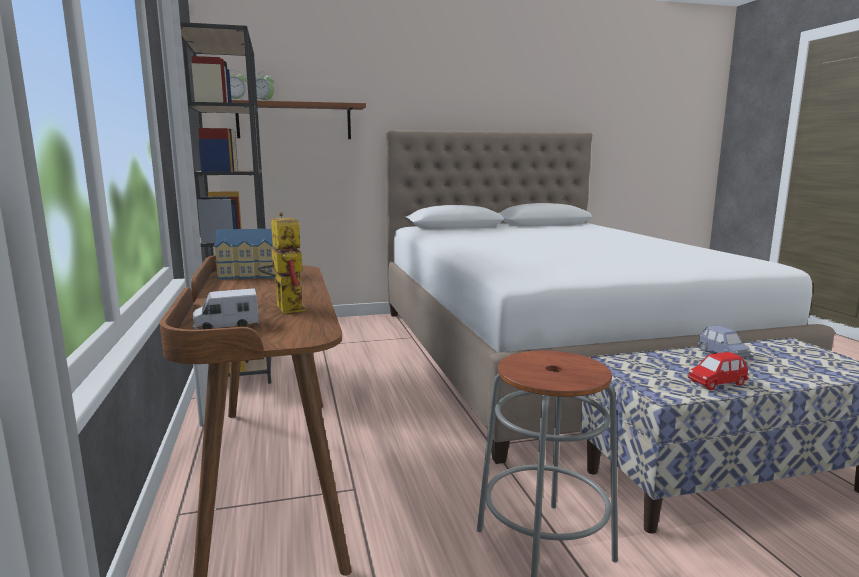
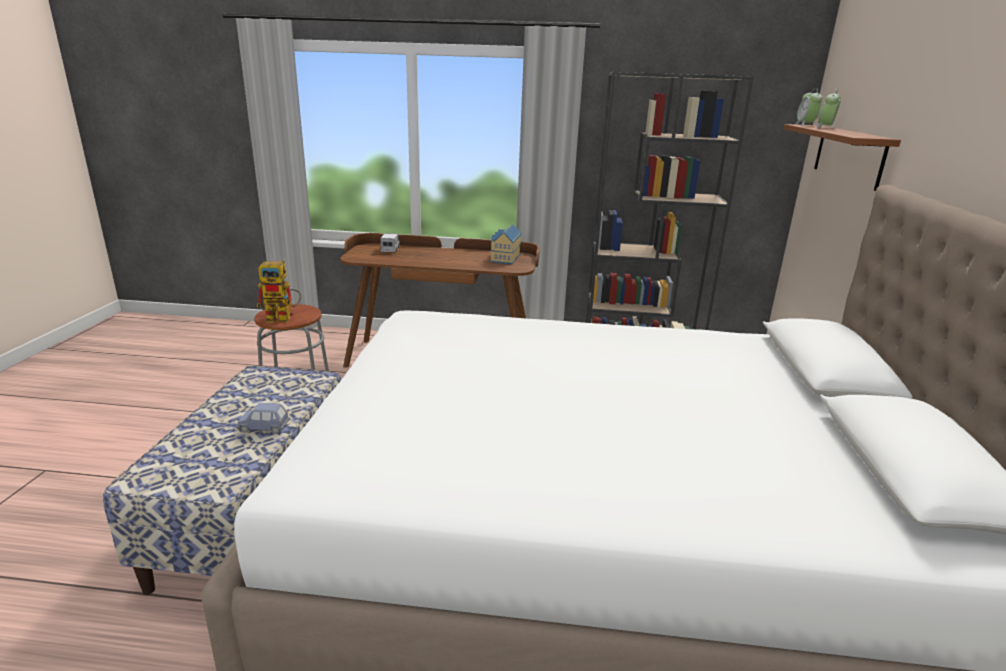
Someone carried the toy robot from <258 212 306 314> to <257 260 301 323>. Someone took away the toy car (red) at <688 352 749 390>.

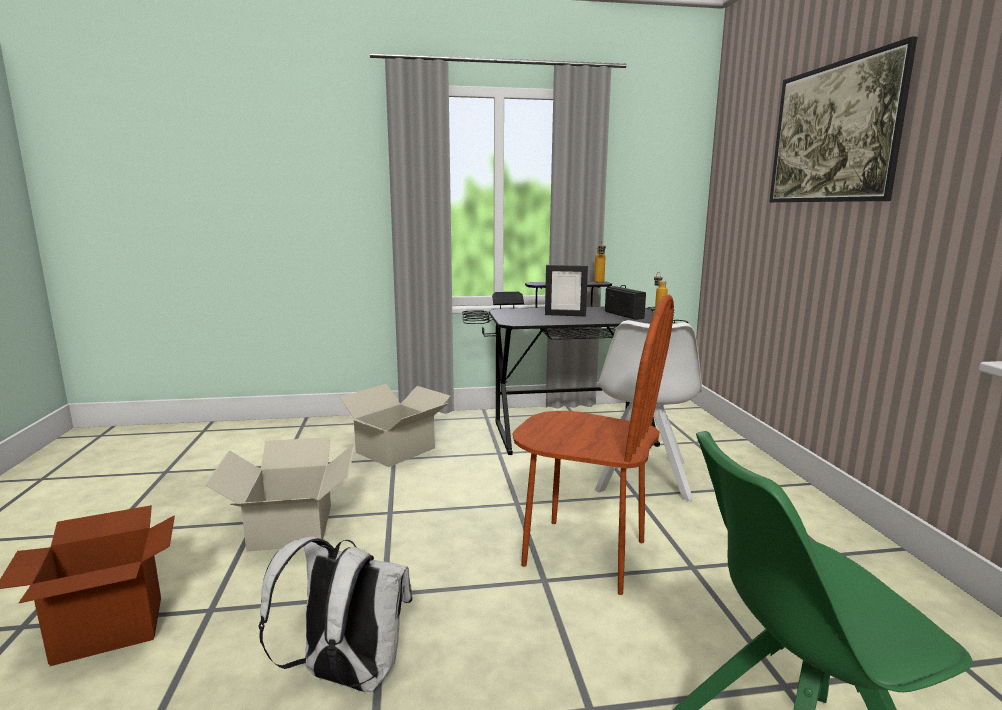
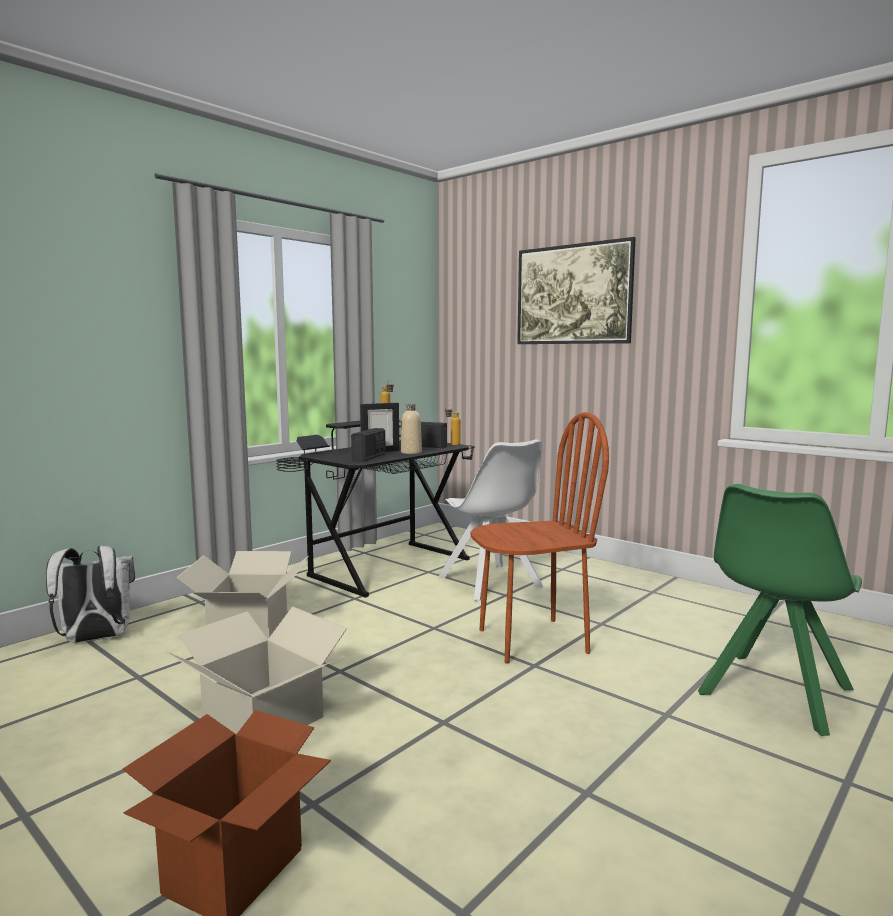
Someone carried the backpack (white) from <258 537 412 692> to <46 546 135 643>. Someone put down the radio at <351 428 386 462>. Someone put down the bottle (beige) at <401 404 422 454>.

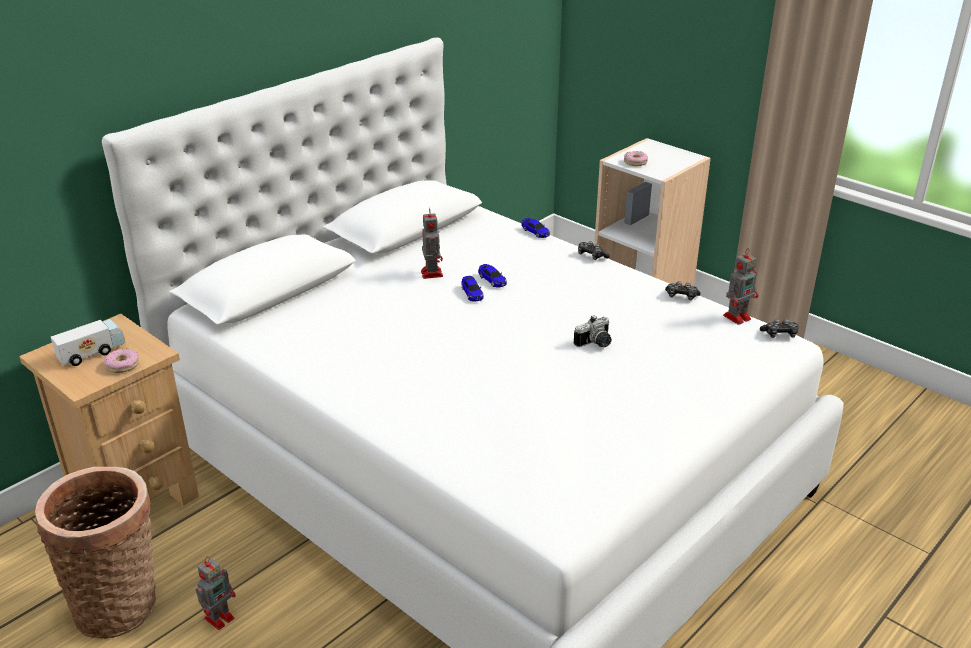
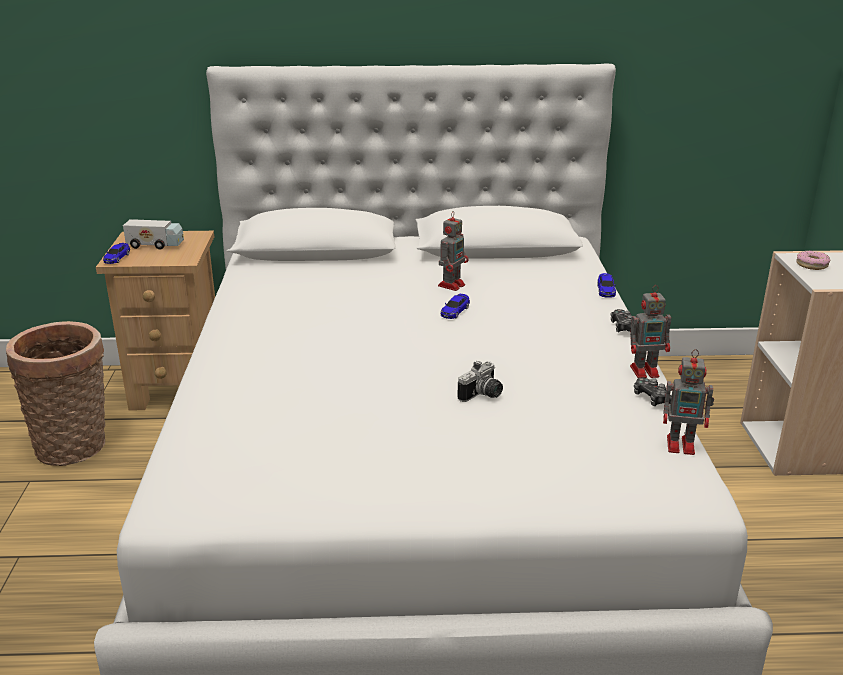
Someone carried the toy car from <478 264 507 288> to <103 243 130 264>. Someone rotated the photo camera at <574 315 612 347> by 60 degrees counterclockwise. Someone carried the toy robot from <196 557 236 630> to <630 285 671 378>. Someone took away the donut at <104 349 139 373>. Someone took away the game controller at <760 319 799 338>.

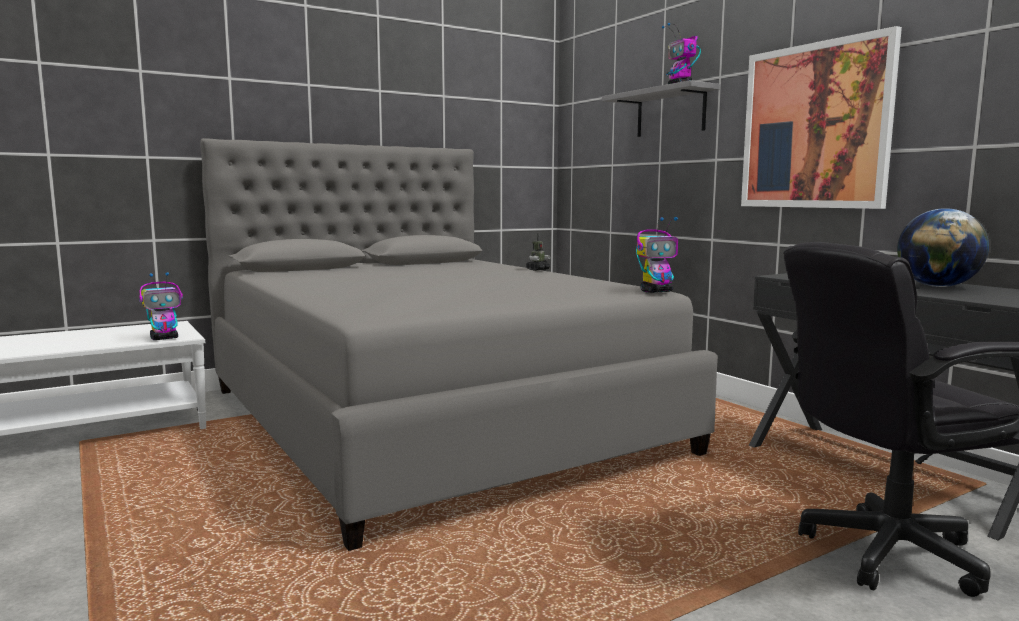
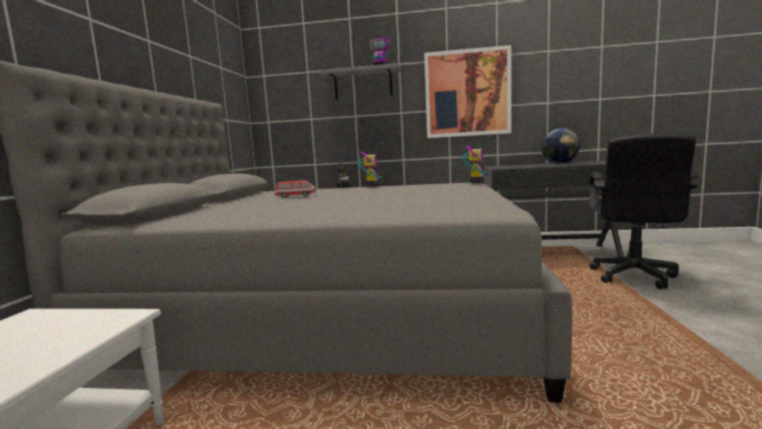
Someone put down the toy car at <275 181 316 198>. Someone carried the toy robot from <139 272 183 340> to <358 143 384 187>.

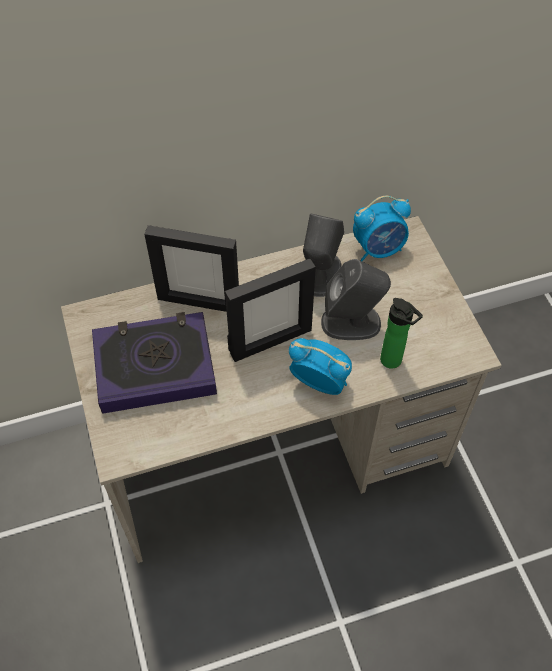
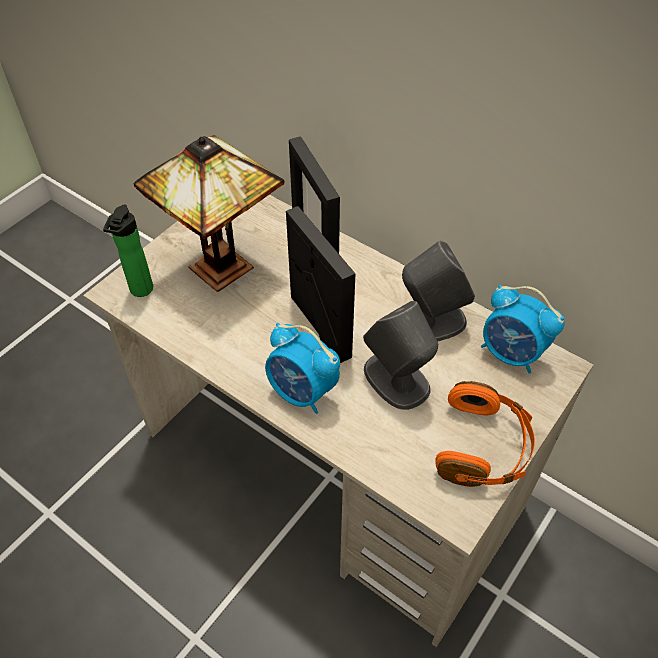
Someone carried the bottle from <380 298 423 369> to <103 204 153 297>. Someone swapped the book at <92 312 217 413> for the table lamp at <134 135 285 292>. Someone rotated the alarm clock at <289 338 352 395> by 135 degrees clockwise. Someone rotated the picture frame at <225 258 316 362> by 150 degrees counterclockwise. Someone put down the headphones (orange) at <435 381 535 487>.

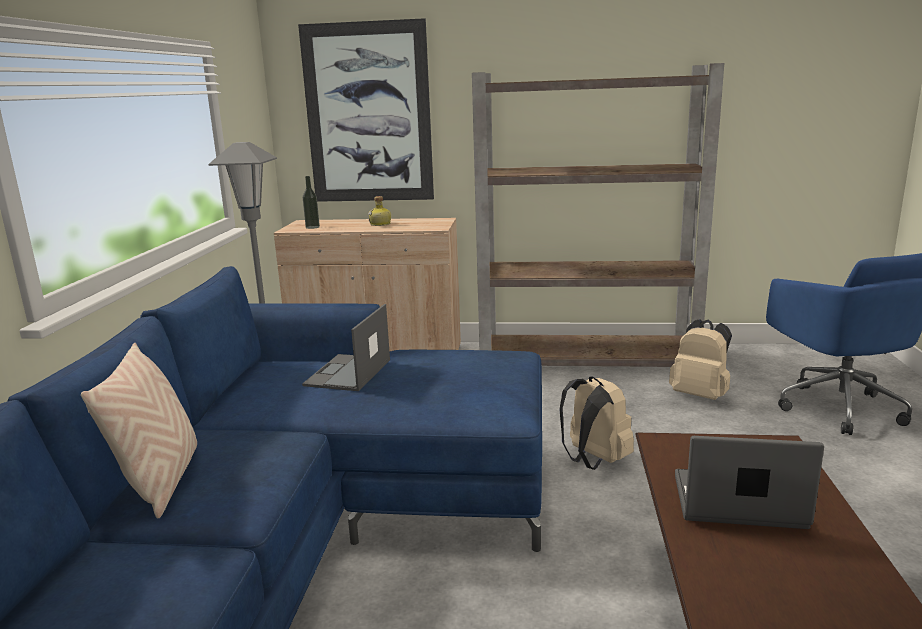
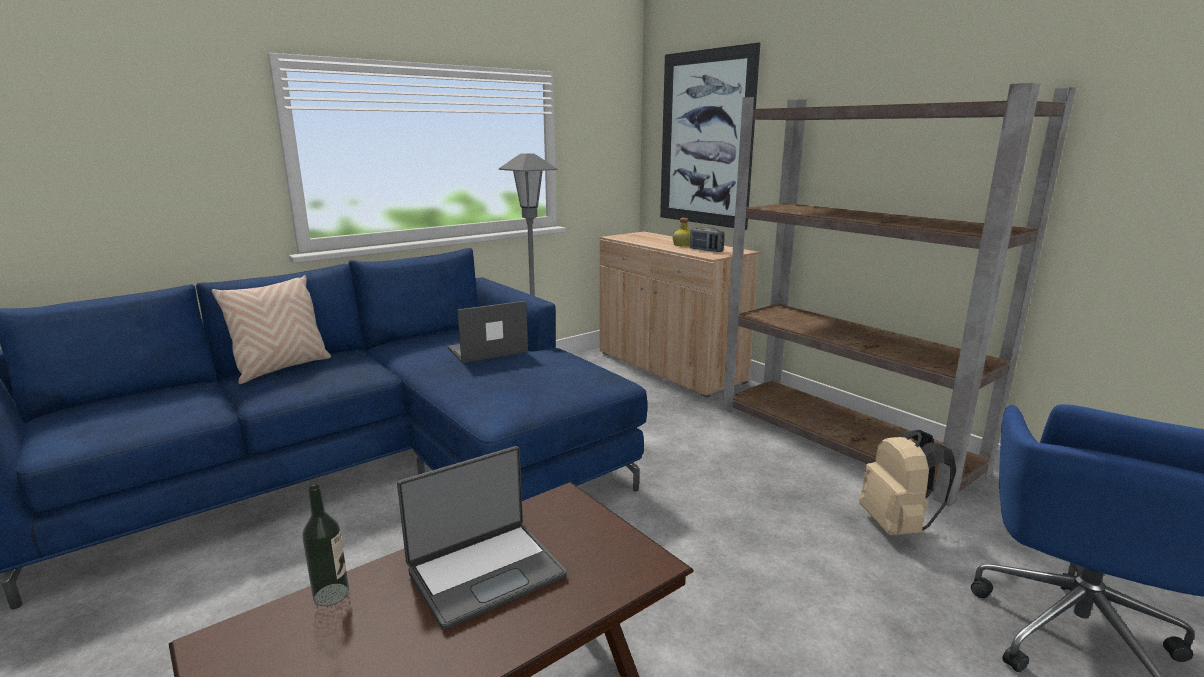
Someone carried the bottle from <303 176 320 229> to <302 485 349 606>. Someone rotated the laptop at <675 436 824 529> by 90 degrees clockwise. Someone put down the radio at <690 227 725 252>. Someone took away the backpack (beige) at <559 376 634 470>.

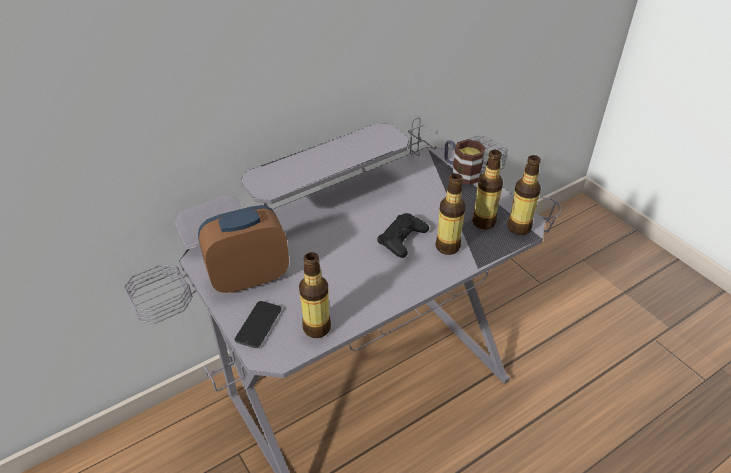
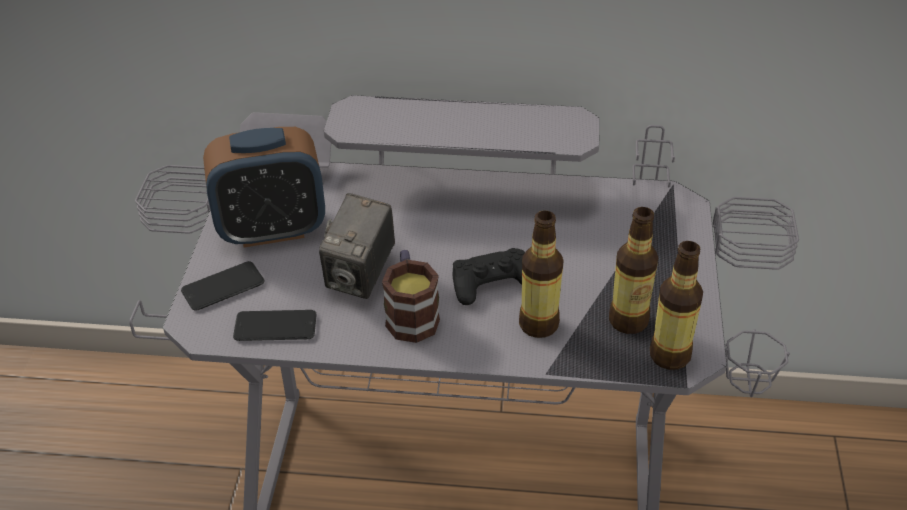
Someone rotated the alarm clock at <198 205 289 293> by 150 degrees clockwise. Someone swapped the bottle at <299 252 331 338> for the phone at <233 310 317 341>. Someone put down the photo camera at <319 193 395 299>. Someone carried the mug from <444 139 486 185> to <382 250 440 343>.

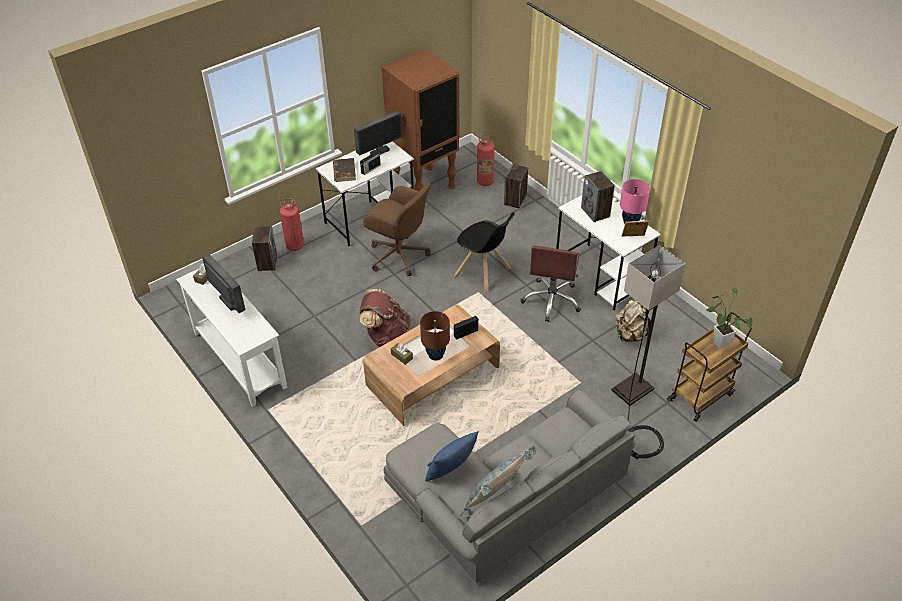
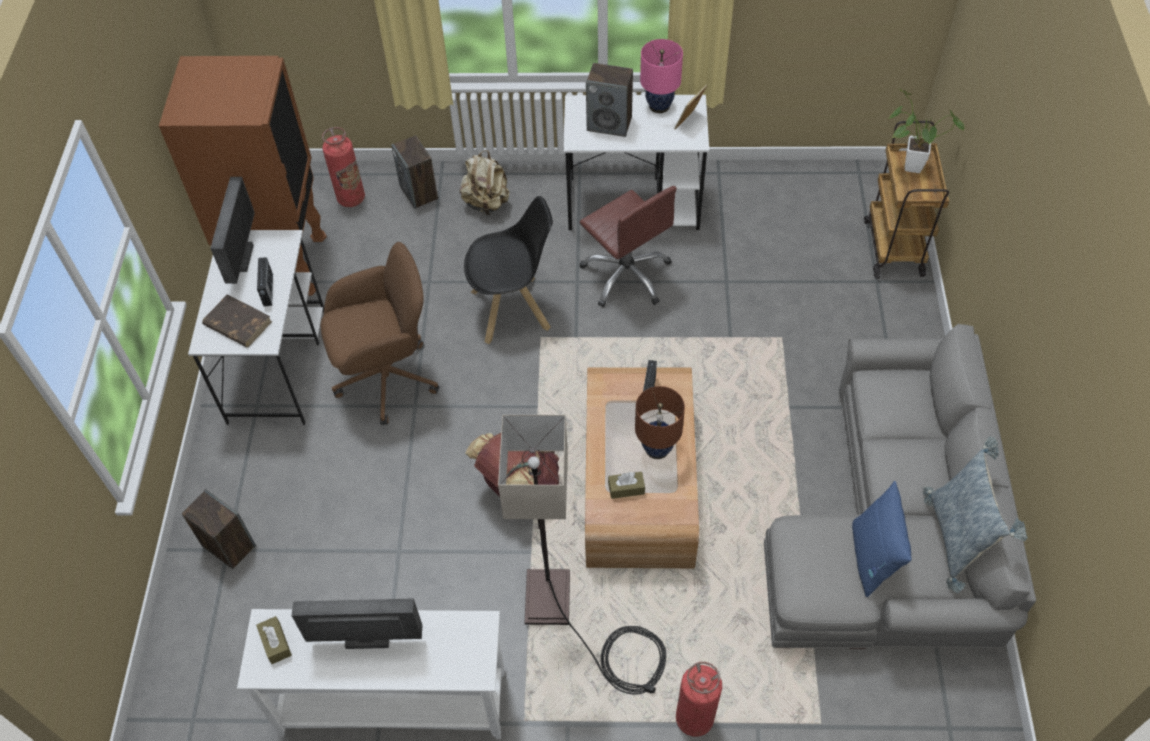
Someone carried the backpack (beige) from <616 300 651 342> to <460 150 510 215>. Someone carried the floor lamp from <611 245 685 460> to <498 415 666 694>. Someone carried the fire extinguisher from <280 198 304 251> to <676 662 722 737>.

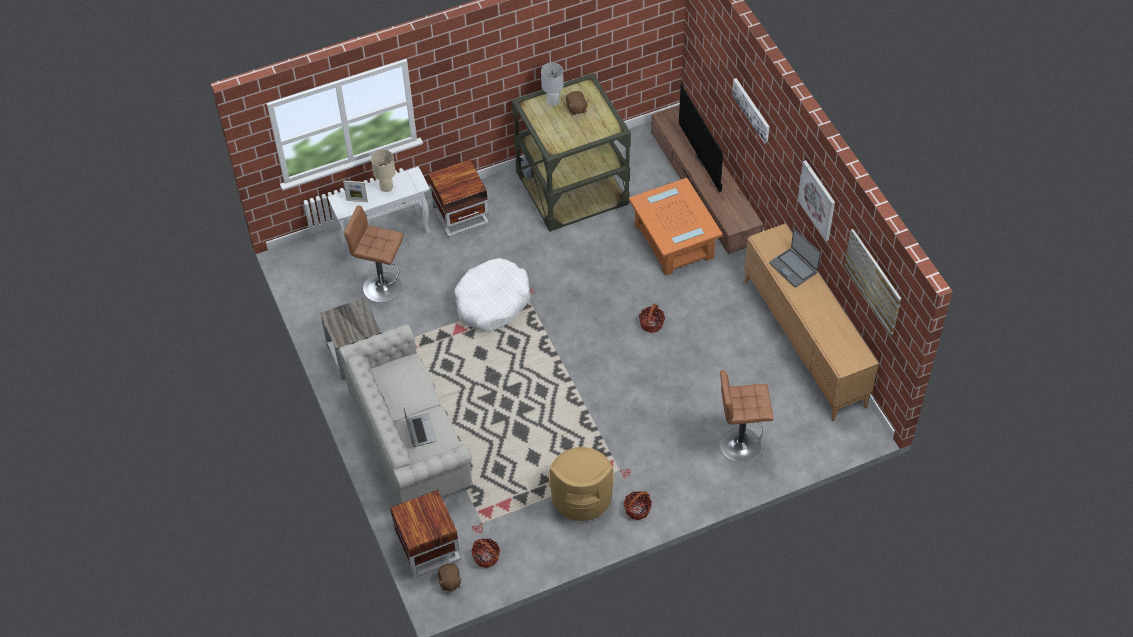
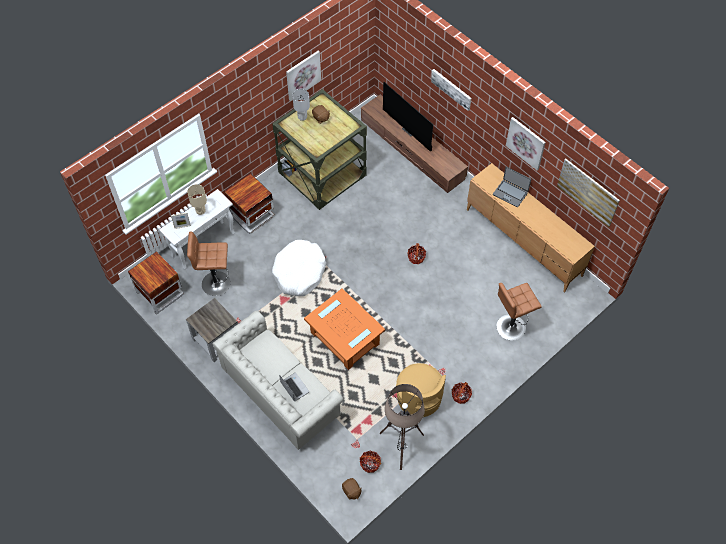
Someone carried the nightstand from <390 490 461 579> to <128 251 184 314>. Someone put up the picture at <286 51 321 101>. Someone carried the coffee table (orange) from <629 178 723 276> to <304 288 385 370>. Someone put down the floor lamp at <379 384 425 470>.

